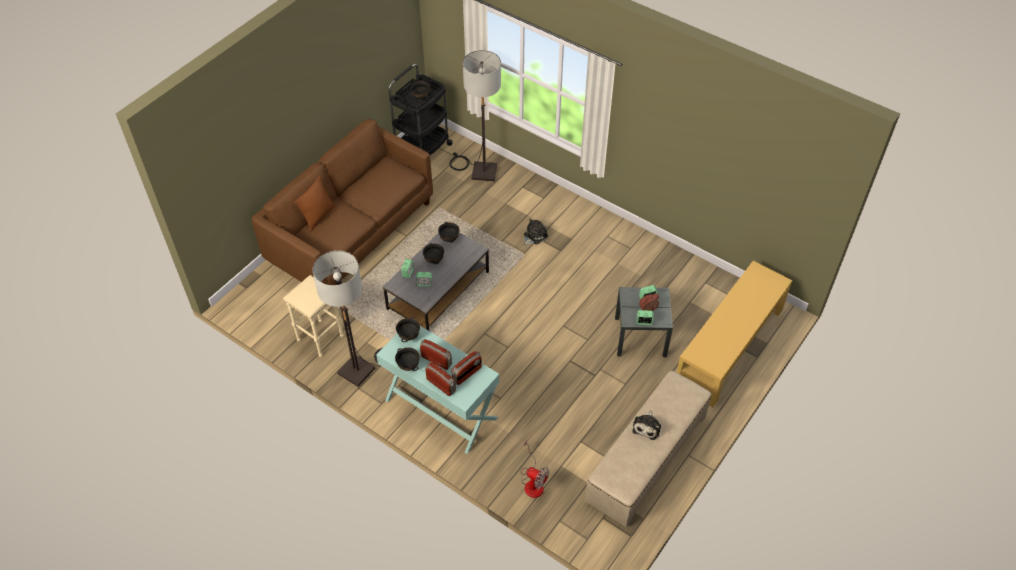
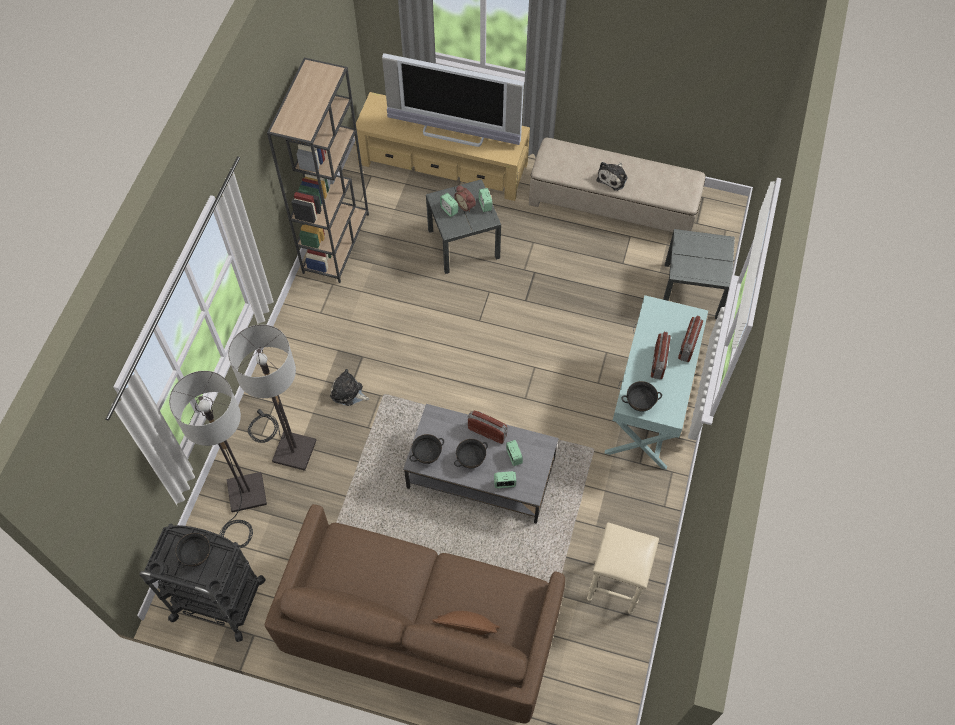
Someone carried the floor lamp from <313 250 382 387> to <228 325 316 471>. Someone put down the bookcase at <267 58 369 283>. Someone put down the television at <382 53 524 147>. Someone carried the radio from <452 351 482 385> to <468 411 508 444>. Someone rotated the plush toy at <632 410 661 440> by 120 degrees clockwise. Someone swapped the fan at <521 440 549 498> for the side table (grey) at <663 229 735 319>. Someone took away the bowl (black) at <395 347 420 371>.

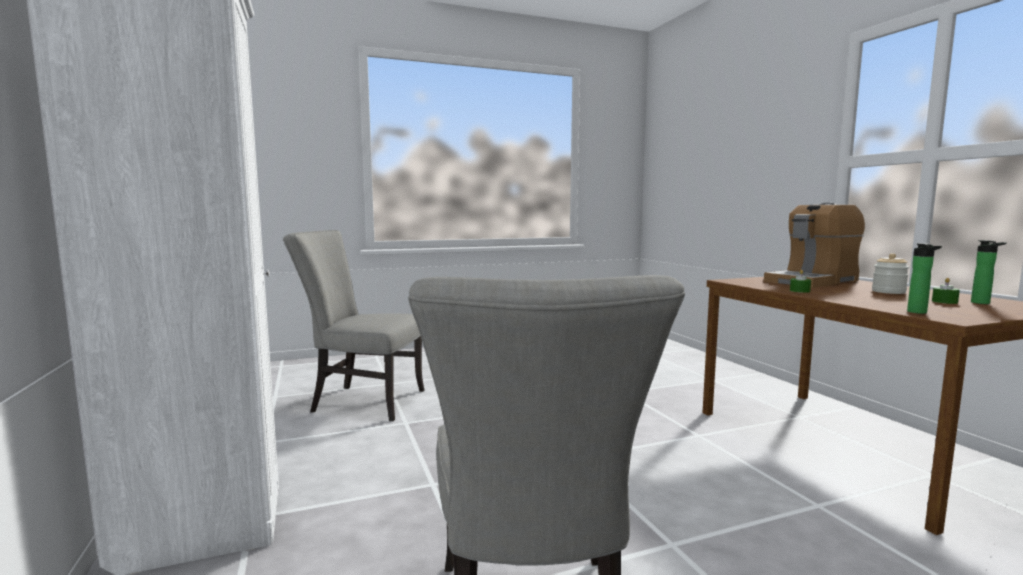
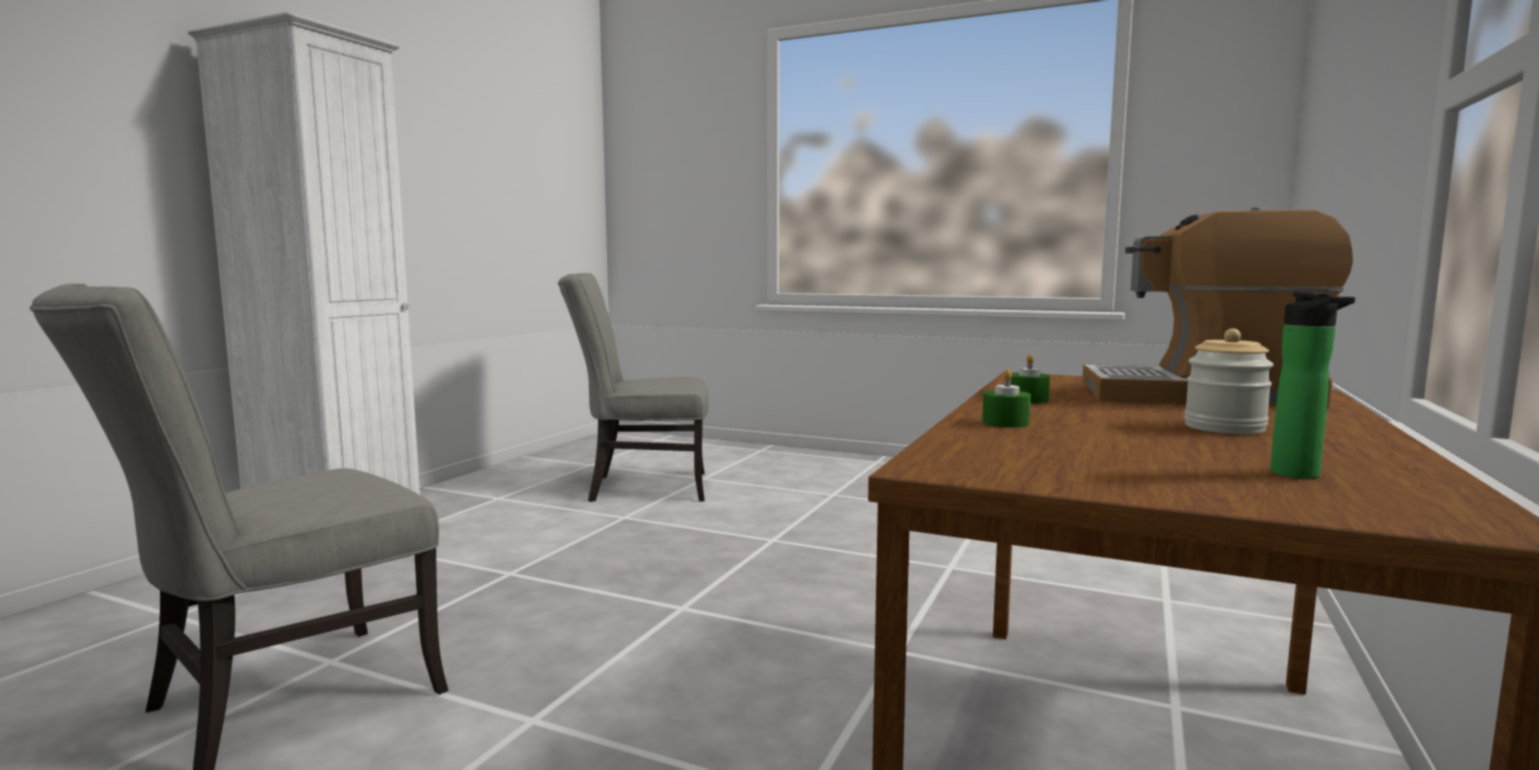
Someone rotated the chair (grey) at <283 230 425 421> by 60 degrees counterclockwise. Someone carried the candle (green) from <932 278 960 304> to <982 369 1031 428>. Someone took away the bottle at <907 243 942 314>.

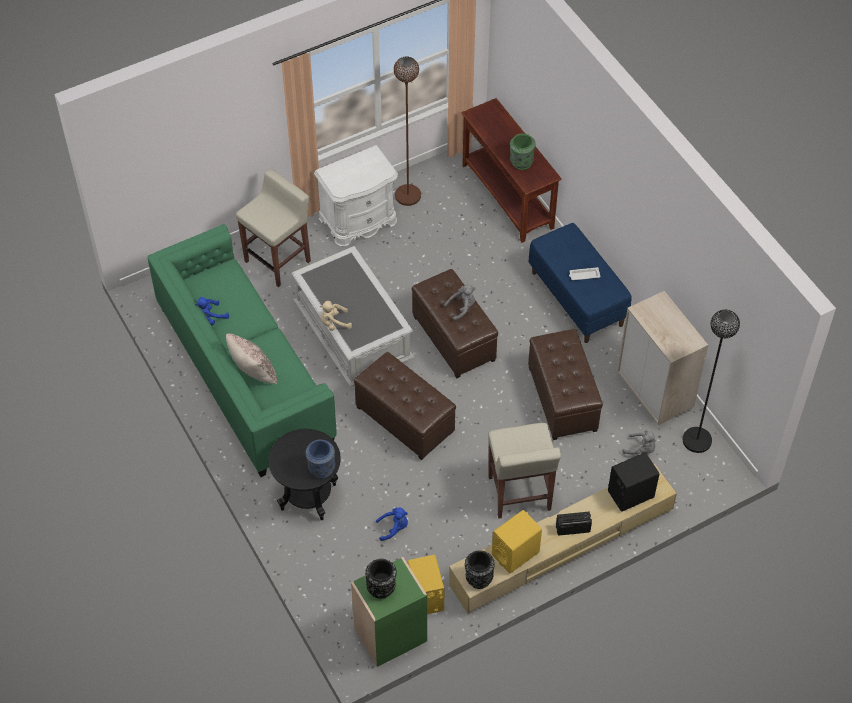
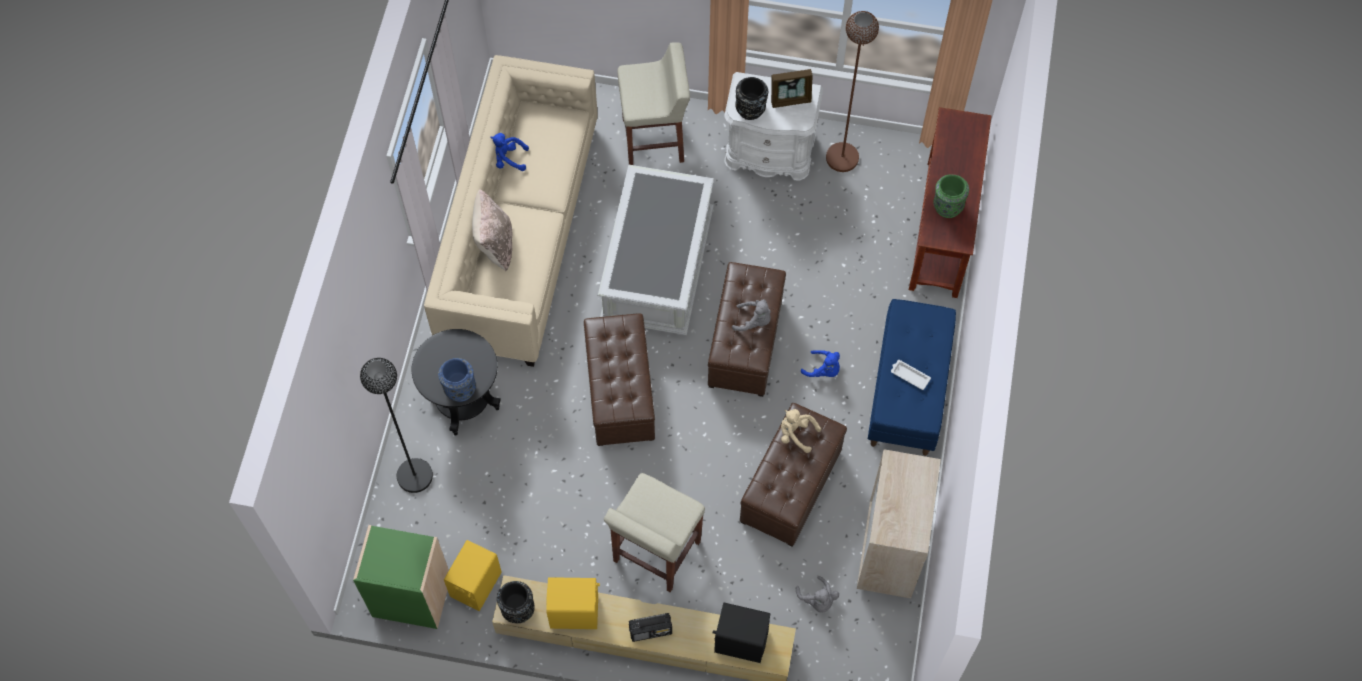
Someone carried the floor lamp (black) from <683 310 740 453> to <360 358 433 493>. Someone repainted the sofa (green) at <147 224 337 477>, which became the sofa (beige) at <424 55 598 367>. Someone rotated the radio at <556 512 592 536> by 135 degrees clockwise. Someone carried the vase (black) from <365 559 397 599> to <735 77 768 120>. Someone put down the picture frame at <771 69 813 108>. Someone carried the plush toy (beige) from <320 301 352 331> to <781 409 821 453>. Someone carried the plush toy (blue) from <376 508 408 541> to <801 350 840 377>.

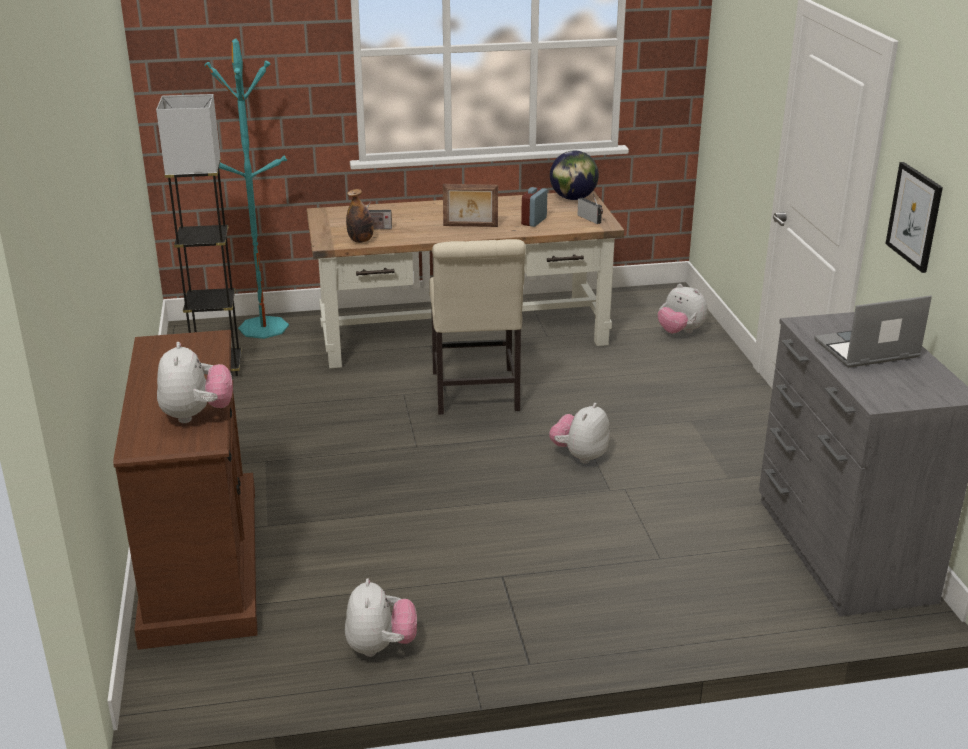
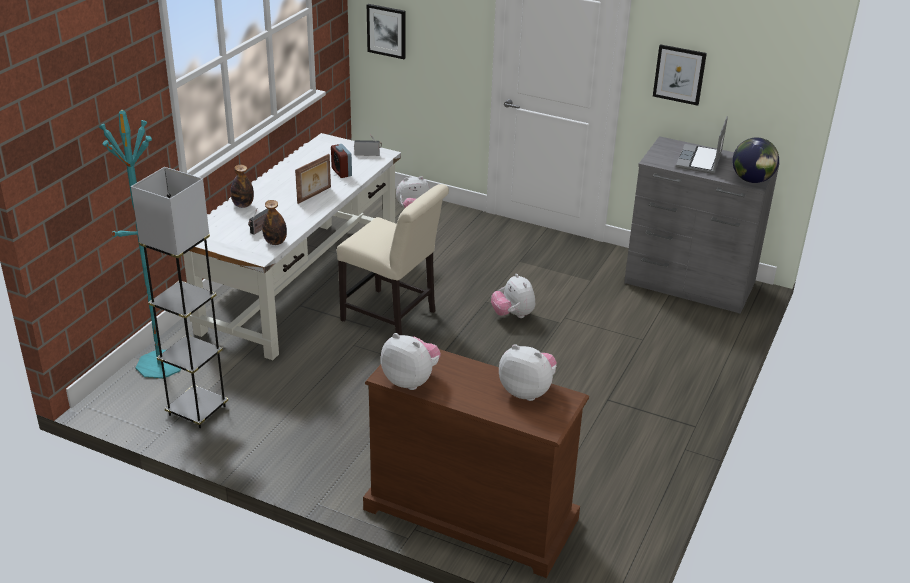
Someone repainted the desk (brown) at <307 191 624 368>, which became the desk (white) at <183 133 401 360>. Someone put down the bottle at <231 165 254 208>. Someone put up the picture at <367 4 406 59>. Someone carried the plush toy from <345 579 417 657> to <381 333 441 390>. Someone carried the globe from <550 151 599 200> to <732 137 779 183>.

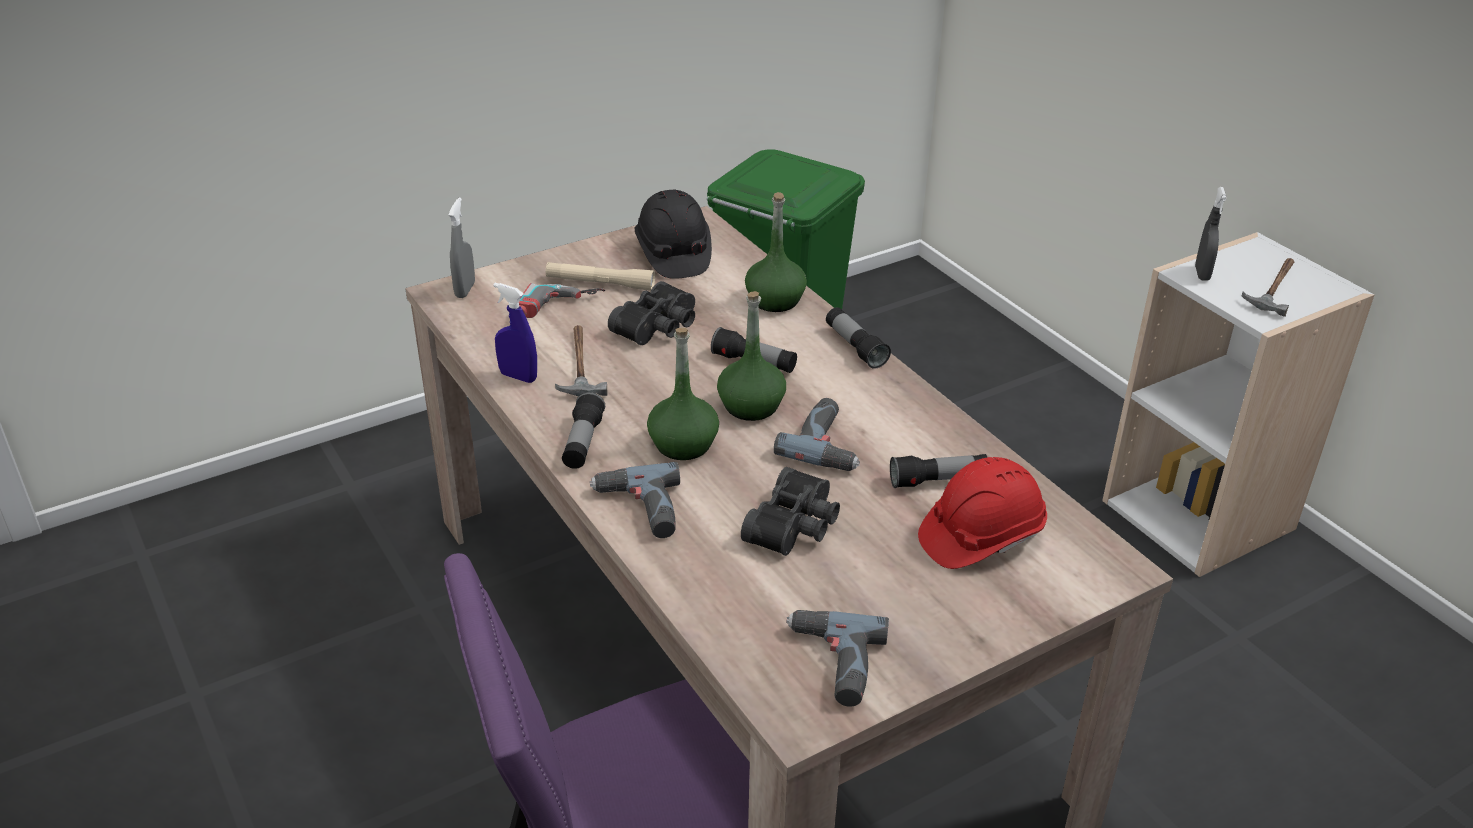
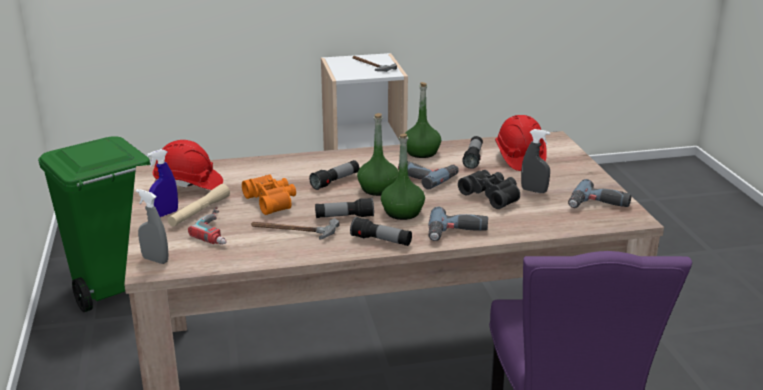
Someone carried the spray bottle (blue) from <493 283 537 383> to <147 149 178 217>. Someone repainted the hard hat (black) at <635 190 712 279>, which became the hard hat (red) at <153 140 223 190>. Someone repainted the binoculars (black) at <608 281 695 345>, which became the binoculars (orange) at <242 174 296 215>. Someone carried the flashlight from <826 307 891 369> to <315 198 374 218>. Someone carried the bottle (green) from <745 192 807 312> to <405 82 441 158>. Someone carried the spray bottle (grey) from <1195 187 1227 281> to <521 129 550 193>.

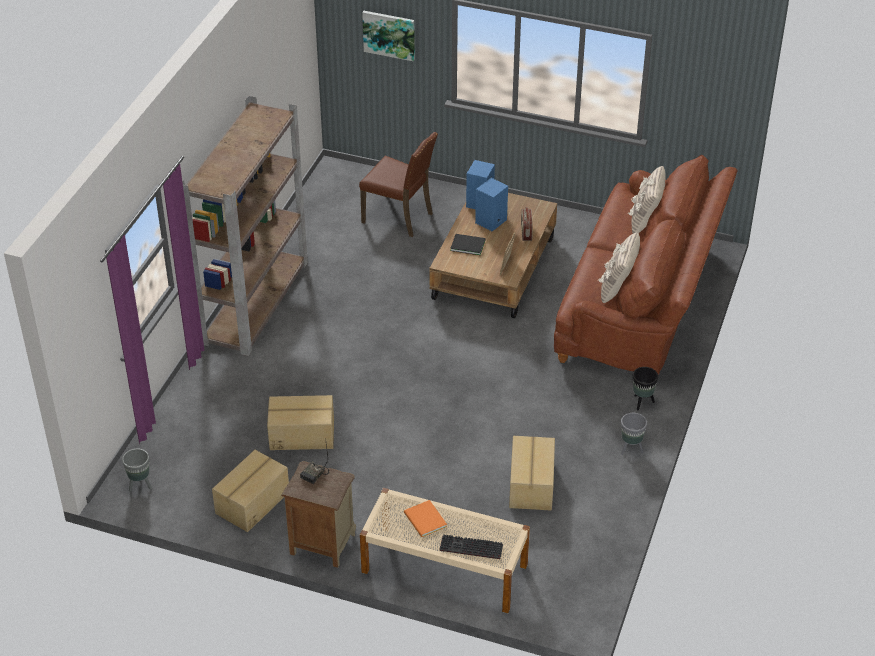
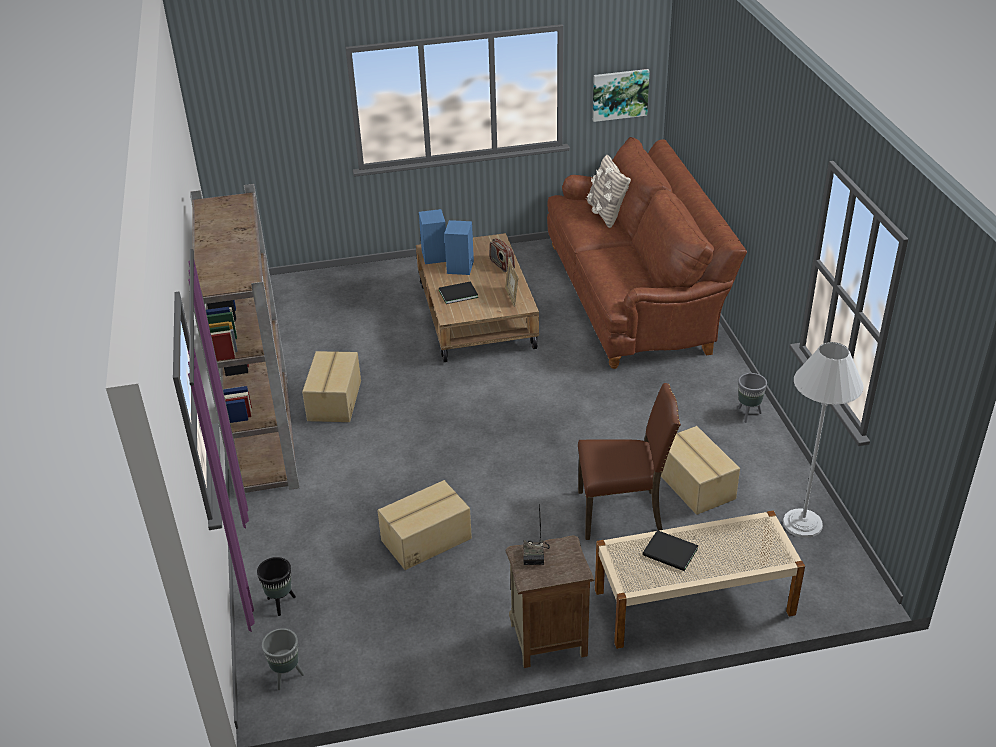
Someone carried the planter (black) from <633 367 658 410> to <257 557 296 616>. Someone carried the cardboard box from <212 450 289 532> to <302 351 361 422>. Someone carried the chair (brown) from <359 132 438 237> to <578 383 681 540>. Someone carried the picture from <362 11 415 61> to <593 69 650 122>. Someone repainted the book (orange) at <404 500 447 537>, which became the book (black) at <642 530 698 571>. Someone put down the floor lamp (white) at <783 342 864 538>. Someone took away the keyboard at <439 535 503 559>. Someone took away the pillow (beige) at <598 232 640 303>.

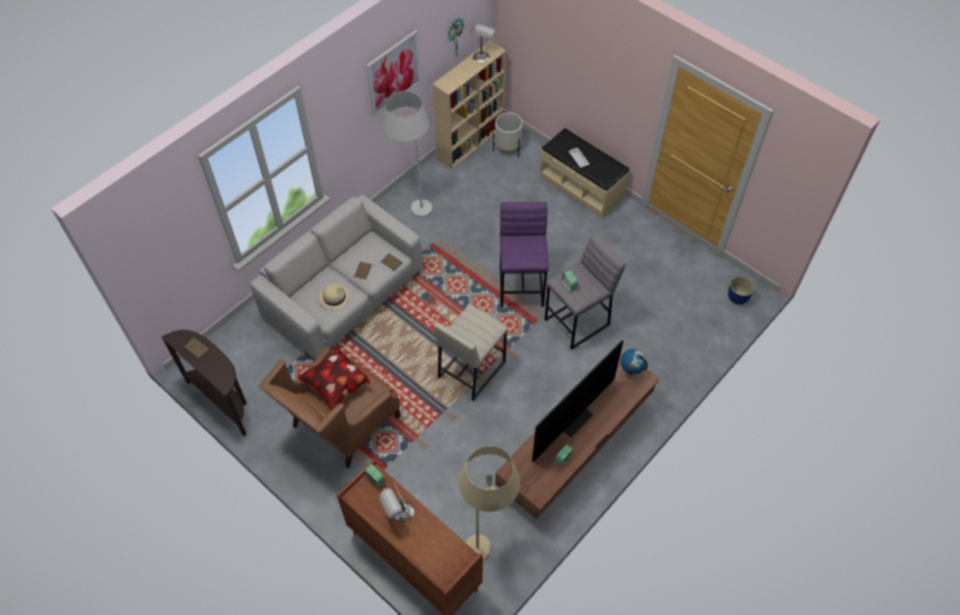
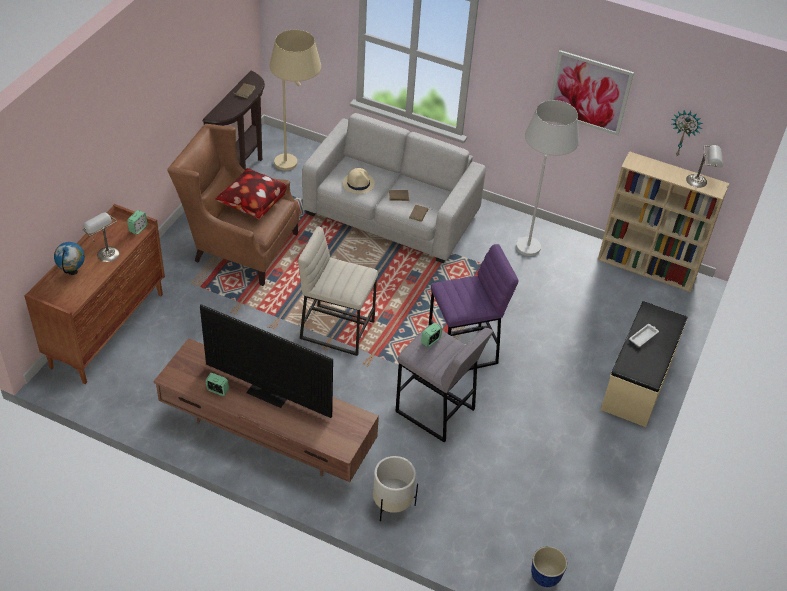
Someone carried the globe from <621 349 648 375> to <54 242 85 275>. Someone carried the floor lamp (beige) from <459 446 520 560> to <270 30 321 171>. Someone carried the planter (white) from <493 113 523 157> to <373 456 418 521>.

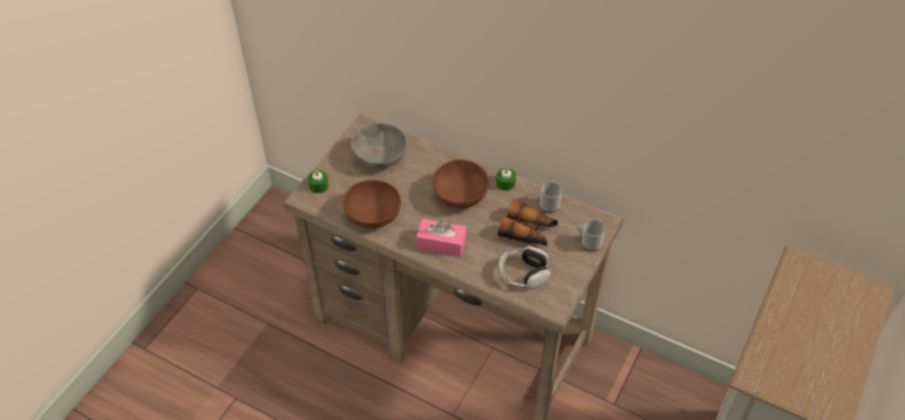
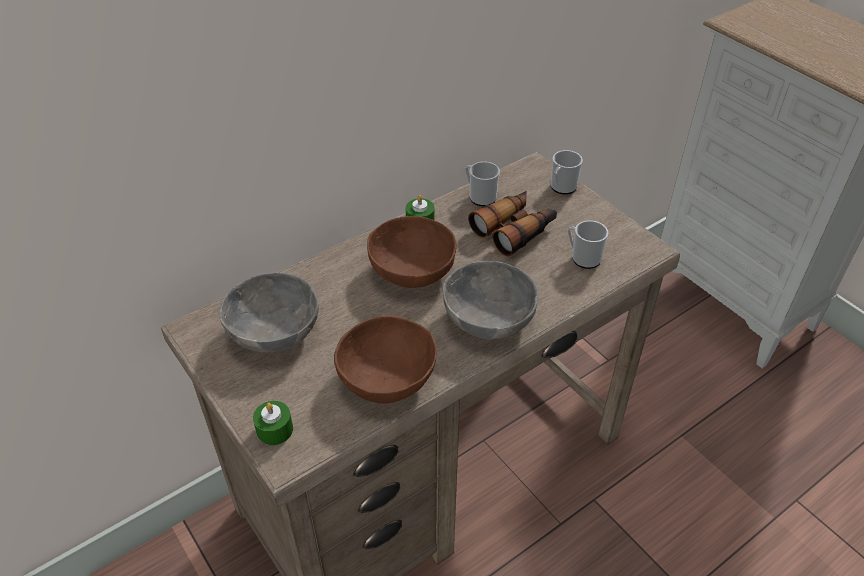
Someone swapped the tissue box (pink) at <416 219 466 257> for the bowl (grey) at <443 261 538 339>. Someone swapped the headphones at <498 246 550 289> for the mug at <568 220 608 269>.

